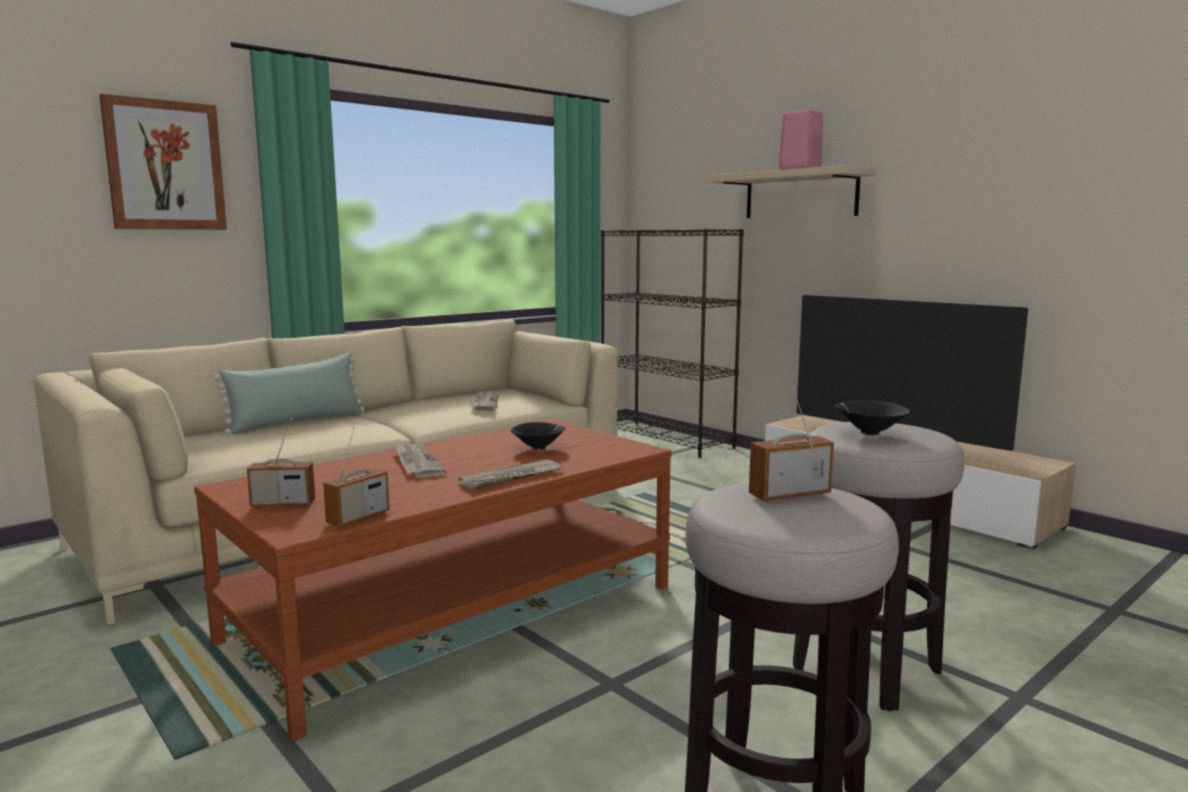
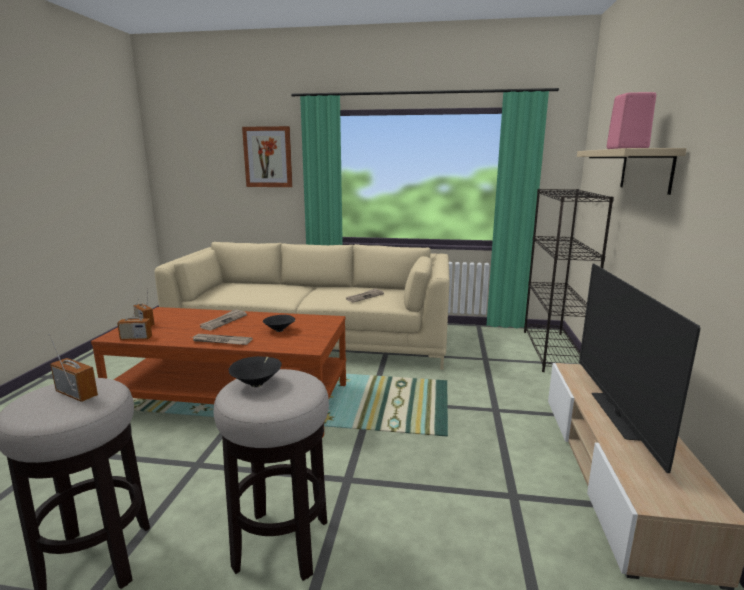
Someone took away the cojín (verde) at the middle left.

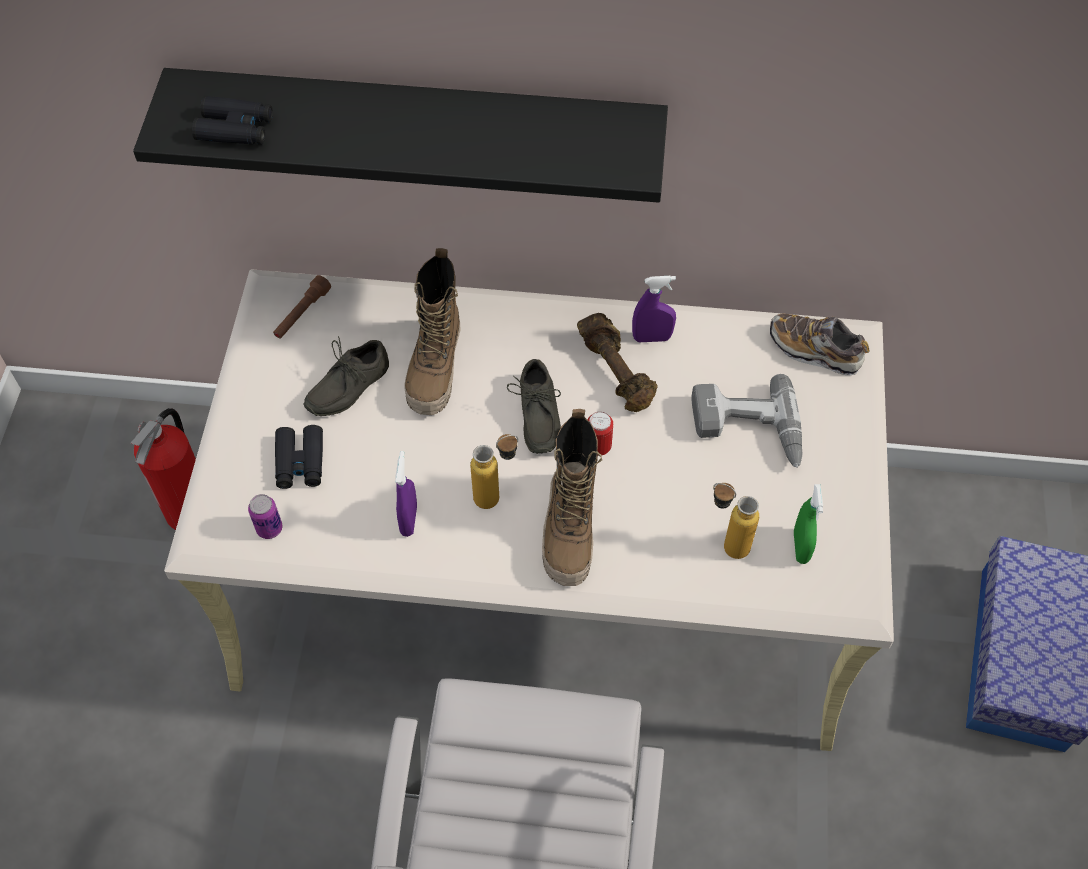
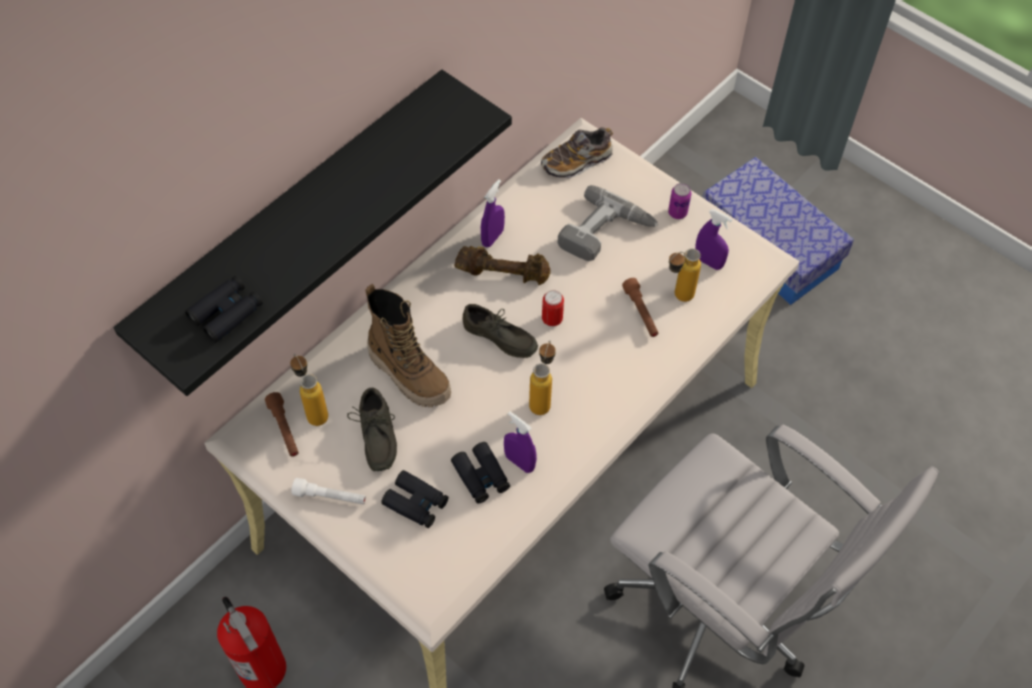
Someone carried the lata (1st from left in the first image) from the middle left to the top centre.
Someone took away the bota (2nd from left) at the centre.
Someone repainted the pulverizador (verde) at the middle right, which became the pulverizador (morado) (3rd from left) at the middle right.
Someone put down the botella (1st from left) at the middle left.
Someone put down the linterna (blanco) at the bottom left.
Someone put down the prismáticos (negro) (3rd from left) at the bottom centre.
Someone put down the linterna (marrón) (2nd from left) at the centre.

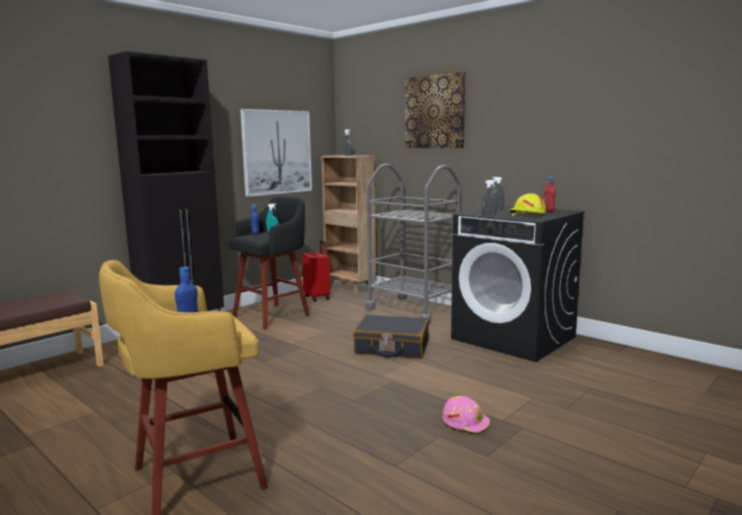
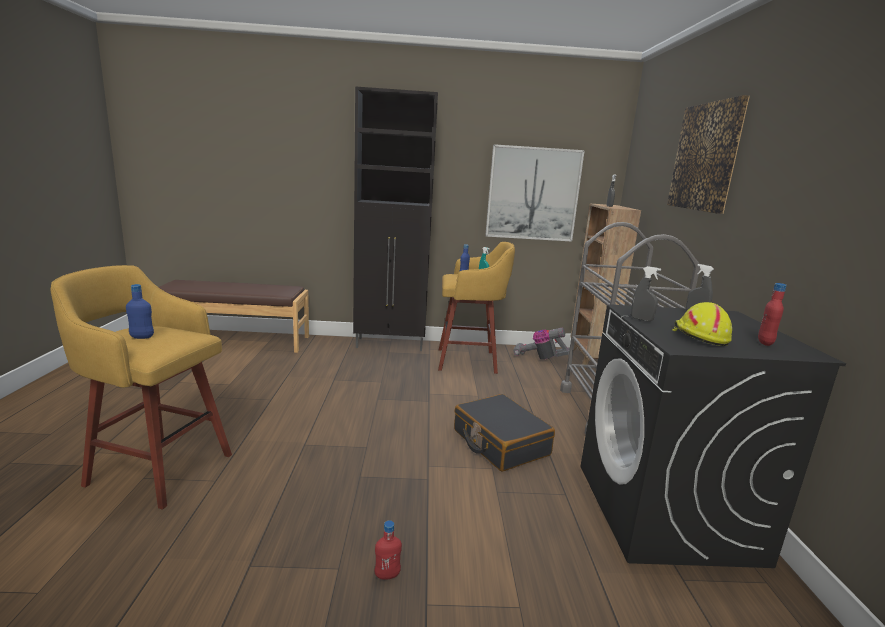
Someone repainted the taburete (negro) at the centre, which became the taburete (amarillo) (2nd from left) at the centre.
Someone swapped the maleta (rojo) at the centre for the aspiradora at the centre.
Someone swapped the casco (rosa) at the bottom centre for the botella (rojo) (1st from left) at the bottom centre.

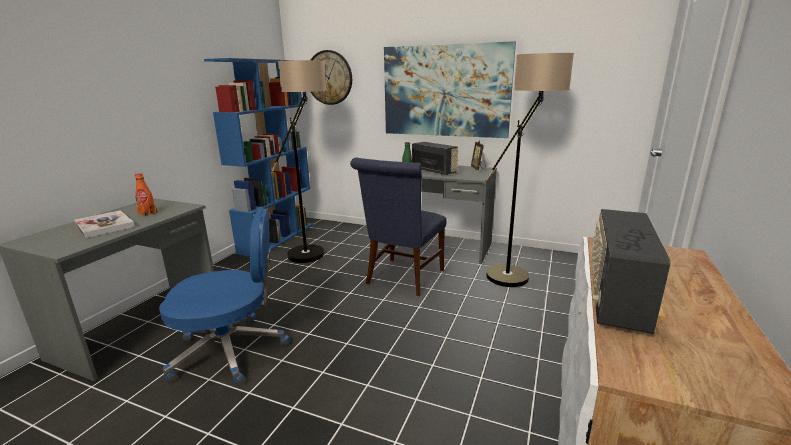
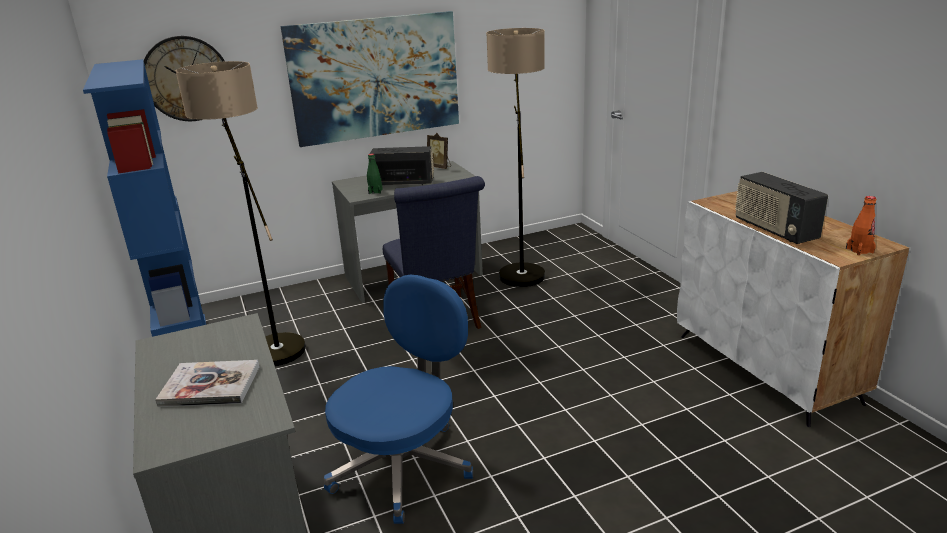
Someone carried the botella (naranja) from the middle left to the middle right.

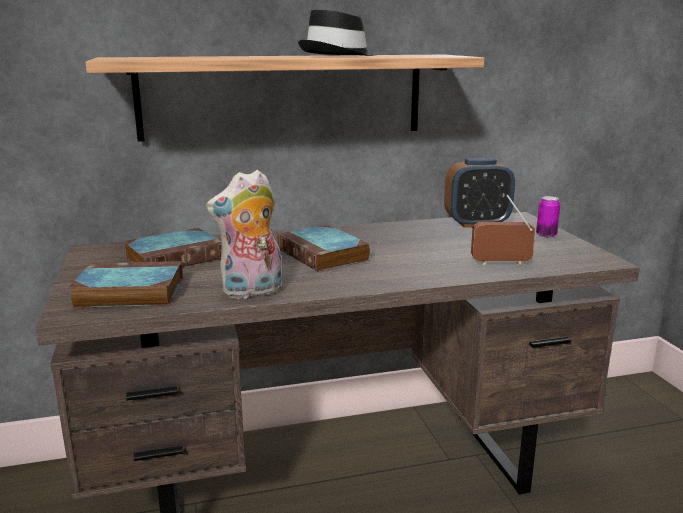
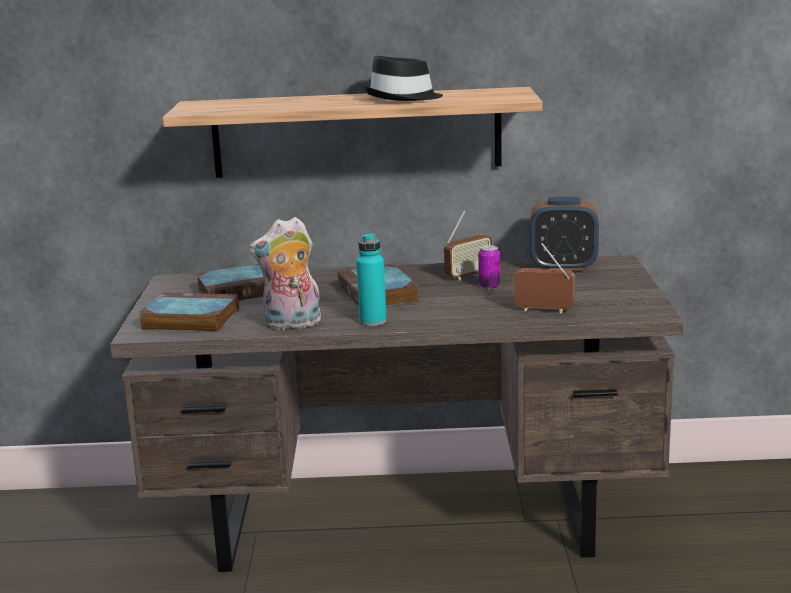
Someone carried the lata from the middle right to the centre.
Someone put down the botella (turquesa) at the centre.
Someone put down the radio (1st from left) at the centre.

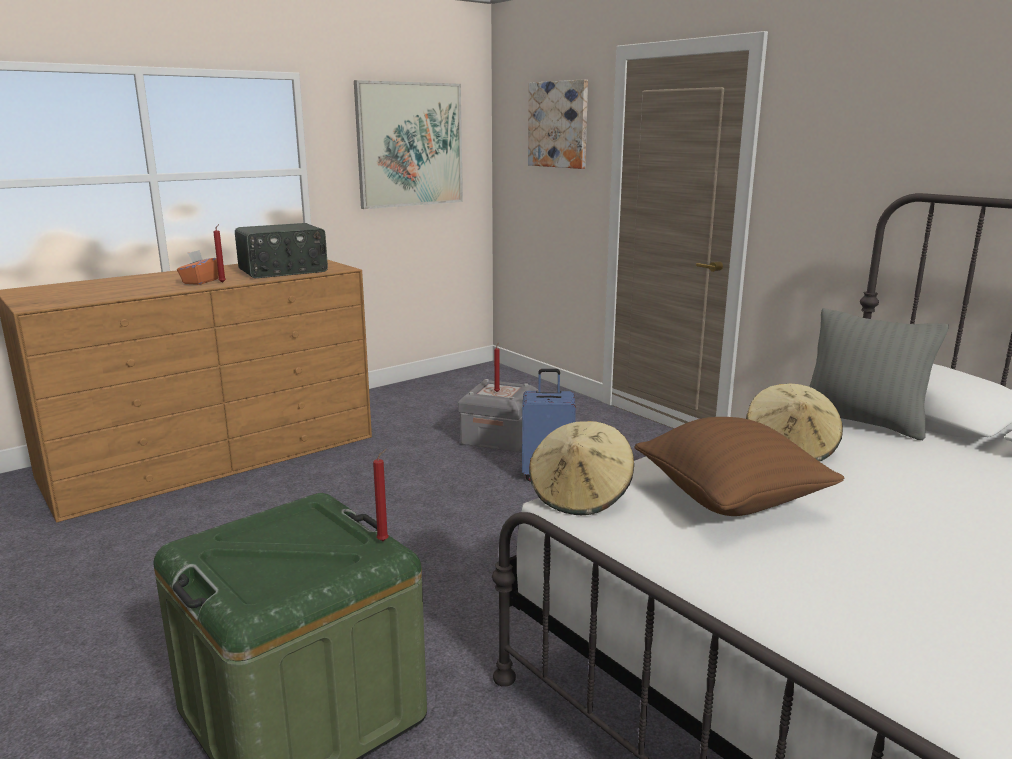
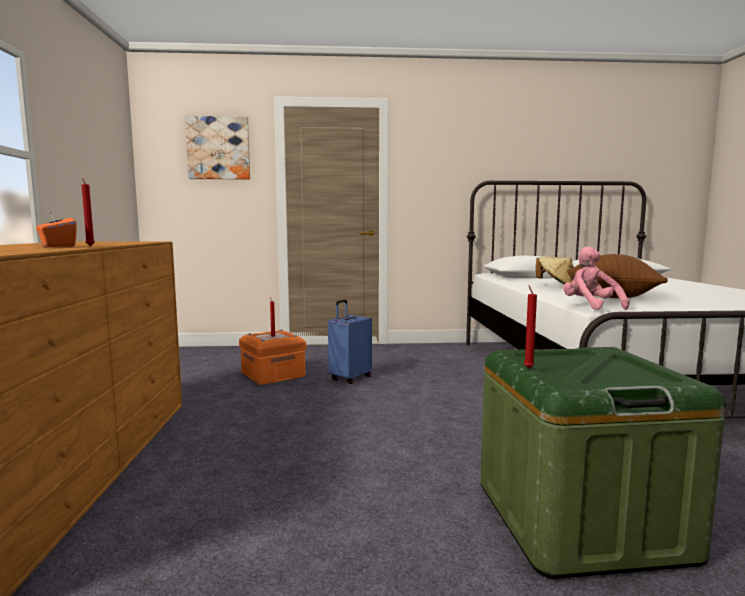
Someone took away the radio at the top left.
Someone took away the cuadro (1st from left) at the top centre.
Someone carried the vela (rojo) (2nd from left in the first image) from the centre to the middle right.
Someone repainted the caja de almacenaje (gris) at the centre, which became the caja de almacenaje (naranja) at the centre.
Someone swapped the sombrero (beis) (1st from left) at the centre for the peluche (rosa) at the middle right.
Someone took away the cojín (gris) at the middle right.

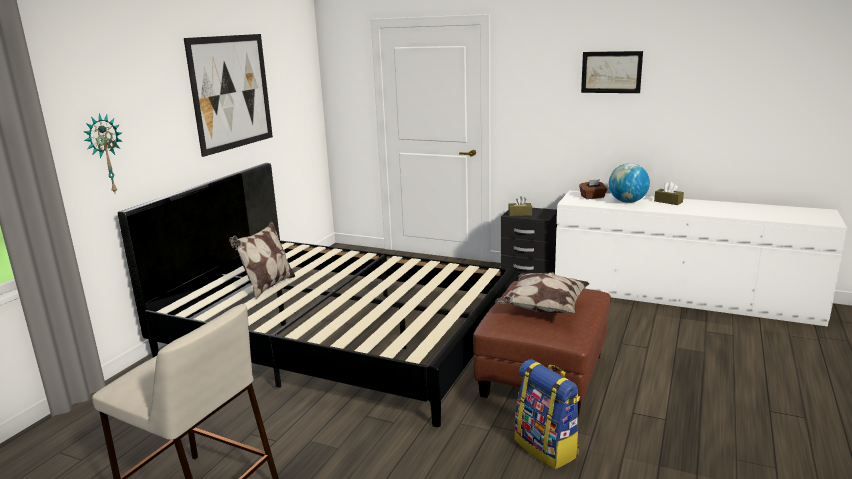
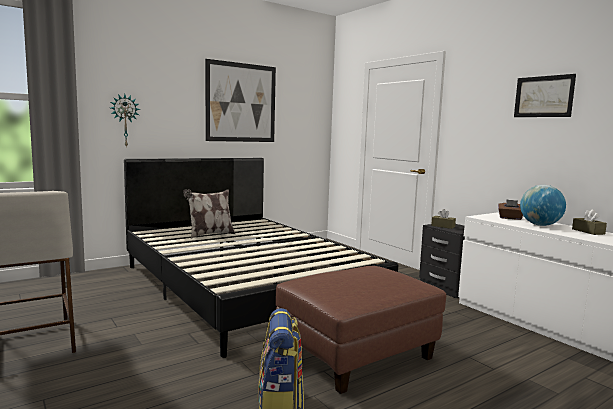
Someone took away the cojín (2nd from left) at the centre.

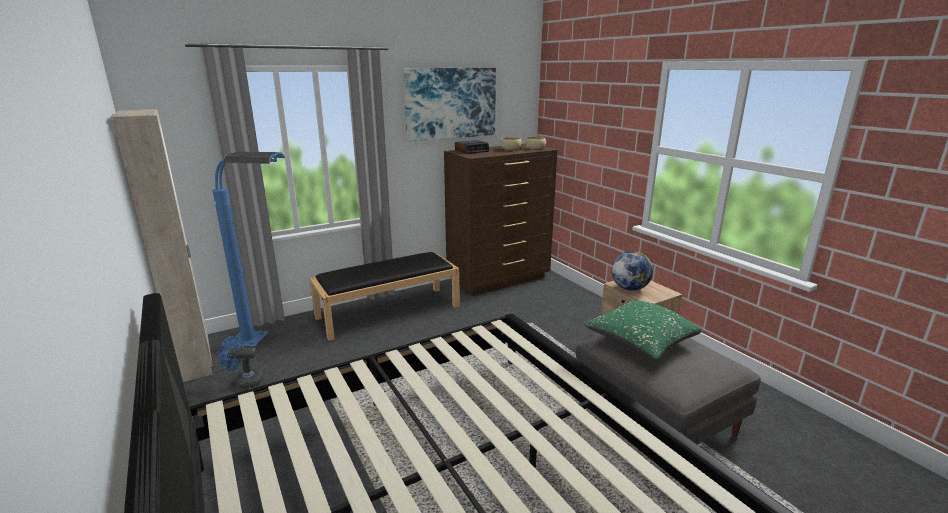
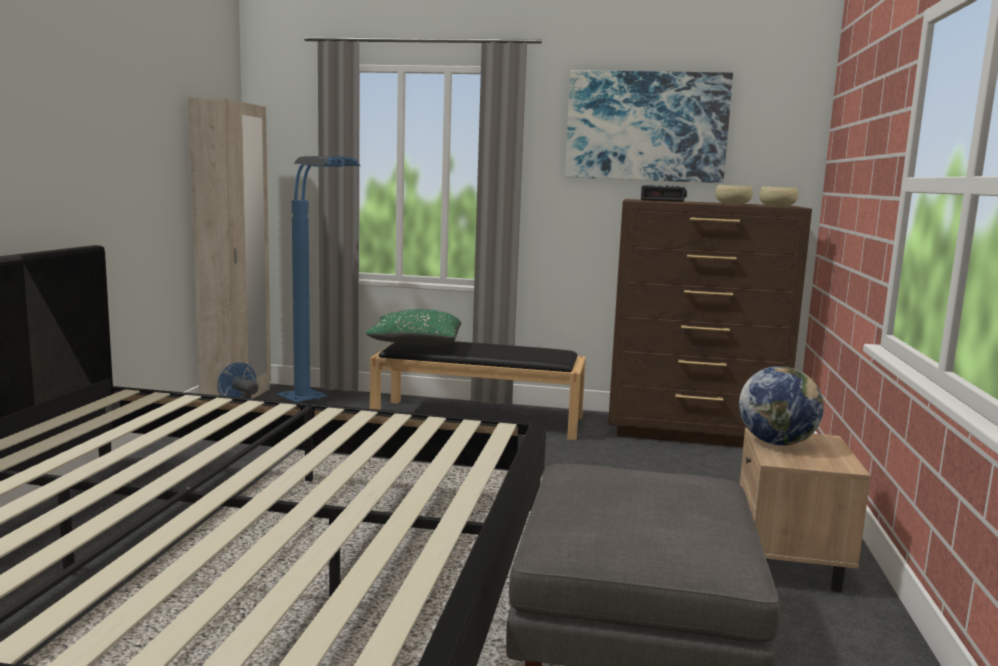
Someone carried the cojín (verde) from the middle right to the centre.

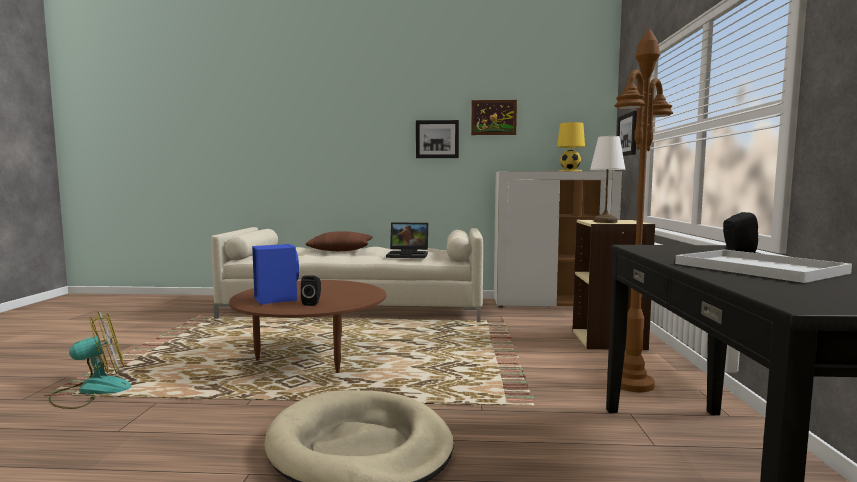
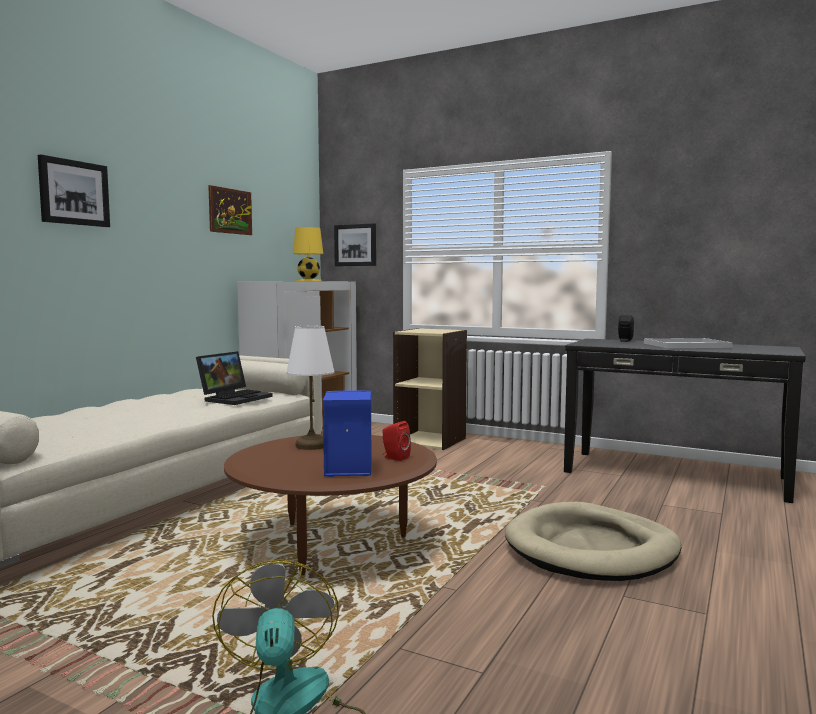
Someone repainted the altavoz (negro) (1st from left) at the centre, which became the altavoz (rojo) at the centre.
Someone took away the cojín (marrón) at the centre.
Someone carried the cuadro (1st from left) from the top centre to the top left.
Someone carried the lámpara de mesa (blanco) from the middle right to the centre.
Someone took away the lámpara de pie (marrón) at the middle right.

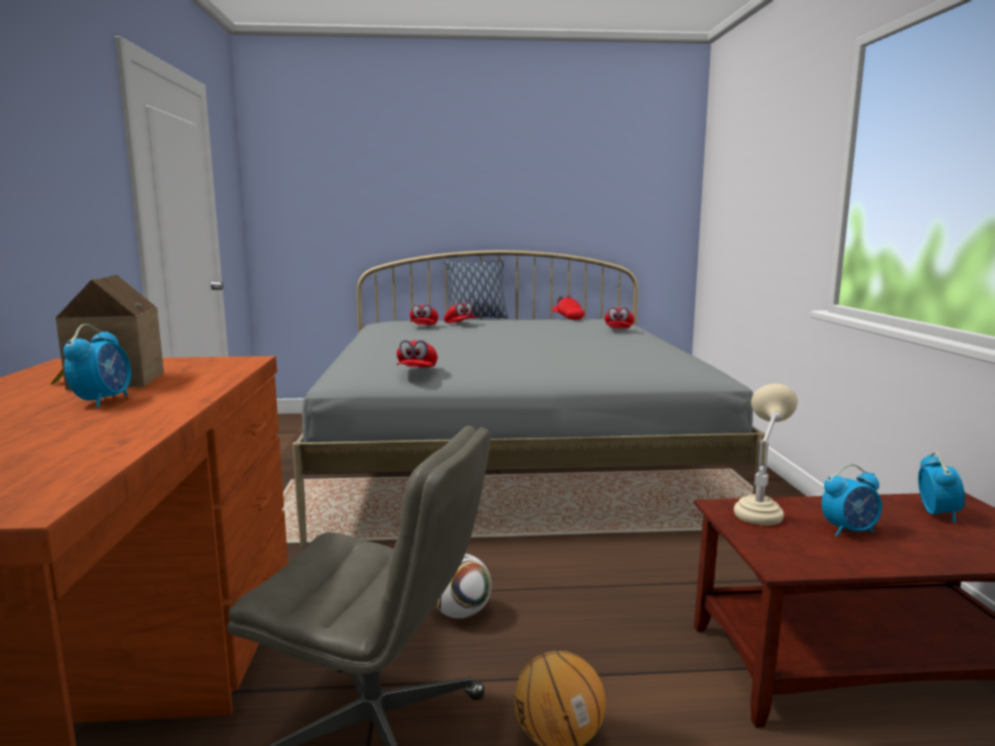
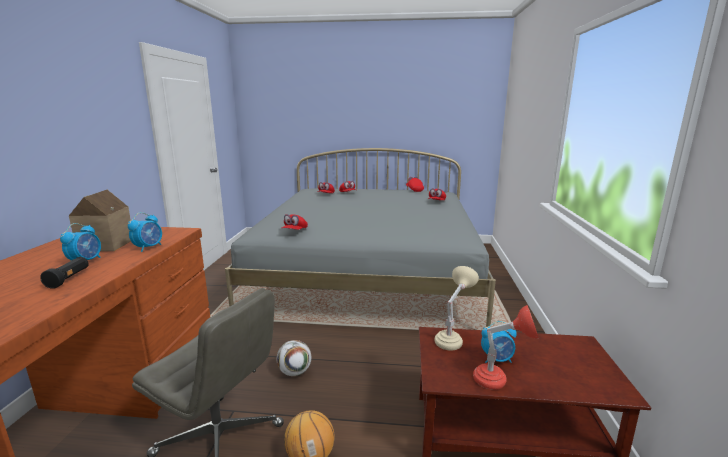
Someone took away the cojín at the centre.
Someone carried the despertador (3rd from left in the first image) from the middle right to the middle left.
Someone put down the linterna (negro) at the middle left.
Someone put down the lámpara de mesa (rojo) at the bottom right.

